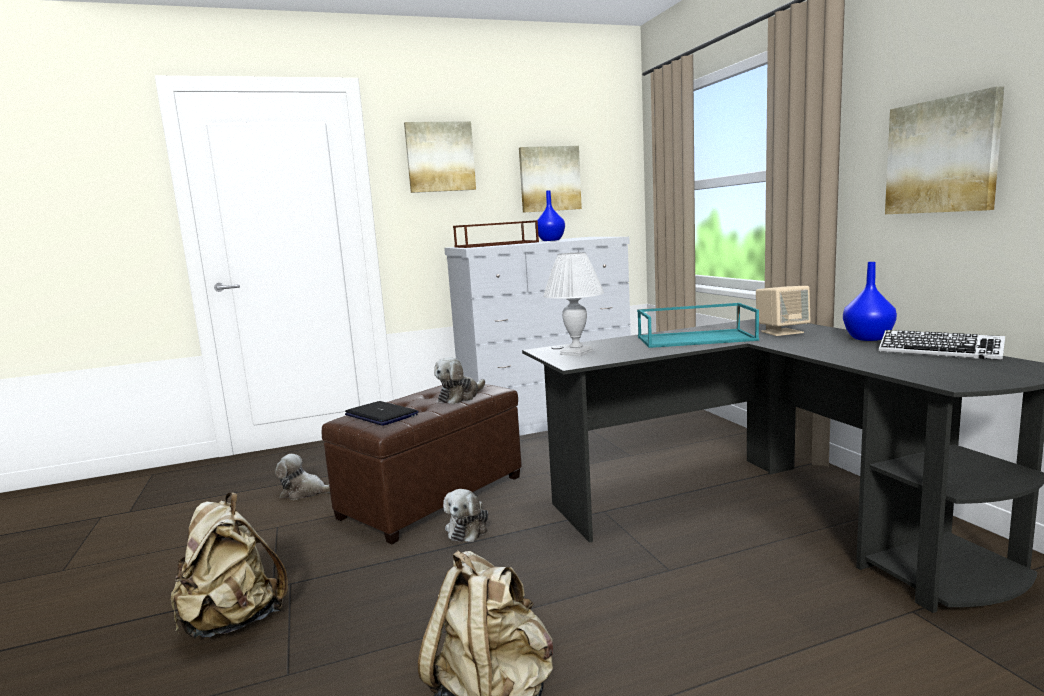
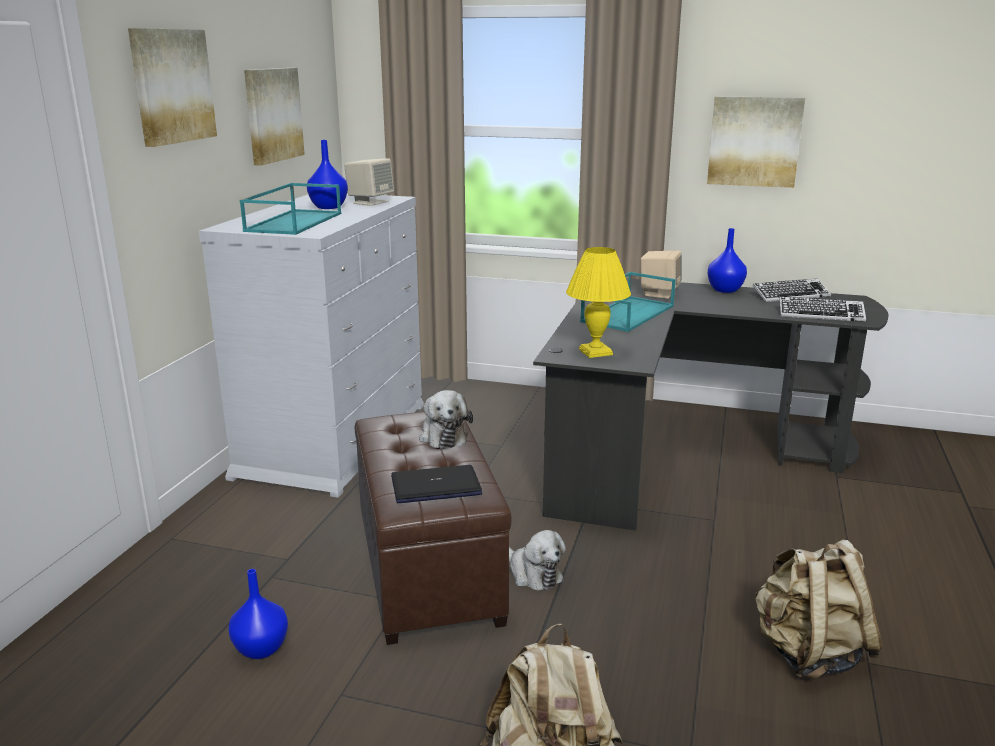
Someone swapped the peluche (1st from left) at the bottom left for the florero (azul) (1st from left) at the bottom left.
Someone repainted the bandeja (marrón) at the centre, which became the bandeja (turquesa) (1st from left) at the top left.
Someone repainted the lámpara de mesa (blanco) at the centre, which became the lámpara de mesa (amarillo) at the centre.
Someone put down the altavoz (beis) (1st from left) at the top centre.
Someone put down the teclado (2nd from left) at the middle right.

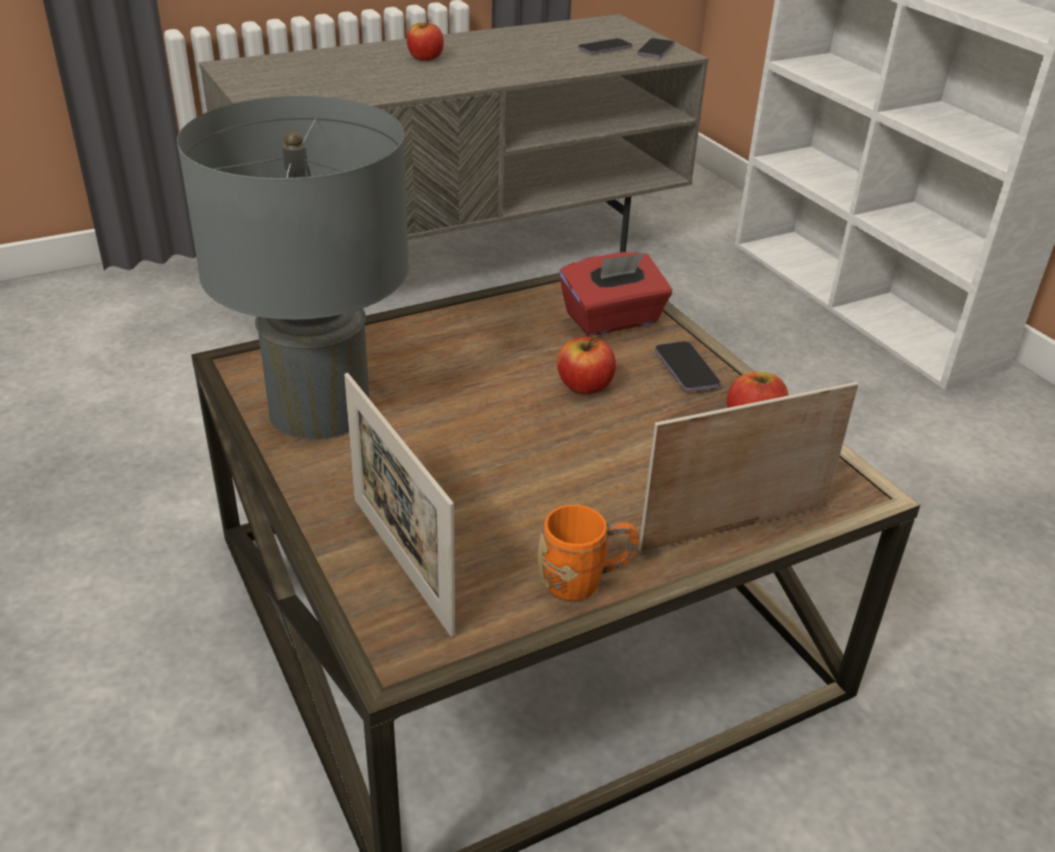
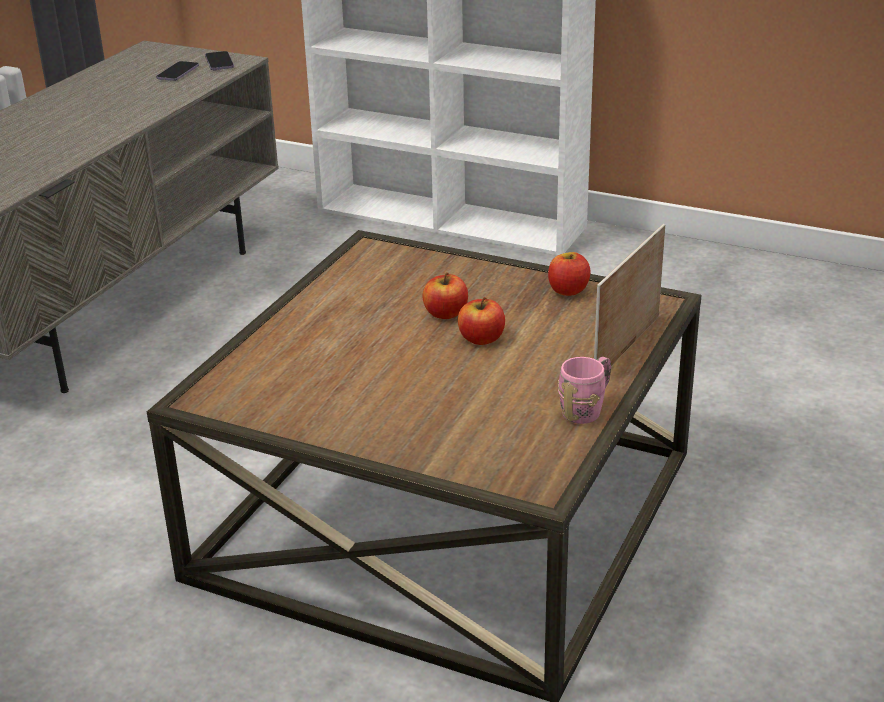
Someone took away the lámpara de mesa (gris) at the top left.
Someone took away the portarretratos (1st from left) at the centre.
Someone carried the manzana (1st from left in the first image) from the top centre to the centre.
Someone repainted the taza grande (naranja) at the centre, which became the taza grande (rosa) at the centre.
Someone took away the caja de pañuelos (rojo) at the centre.
Someone took away the móvil (3rd from left) at the centre.

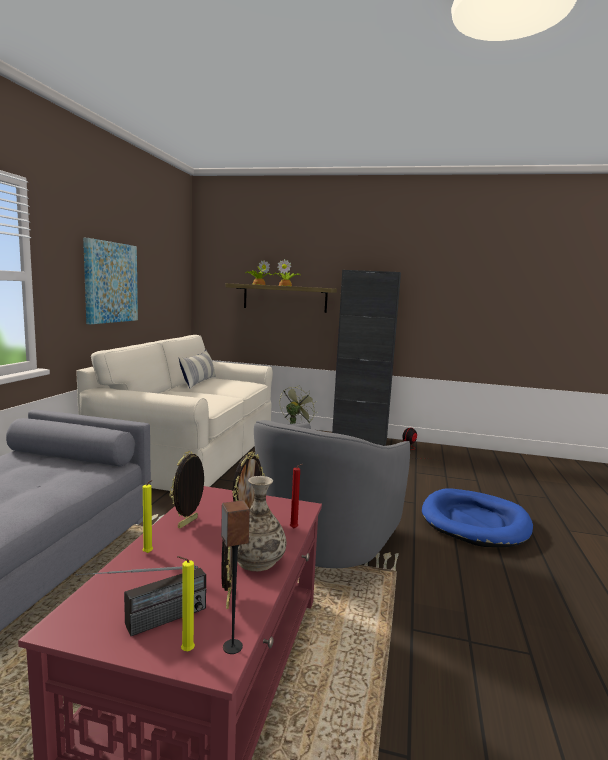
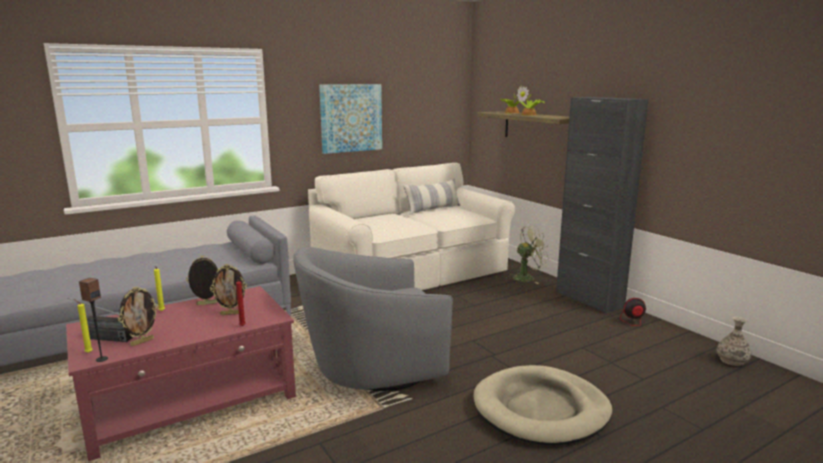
Someone carried the florero from the bottom centre to the bottom right.
Someone repainted the cama para perro (azul) at the bottom right, which became the cama para perro (beis) at the bottom centre.

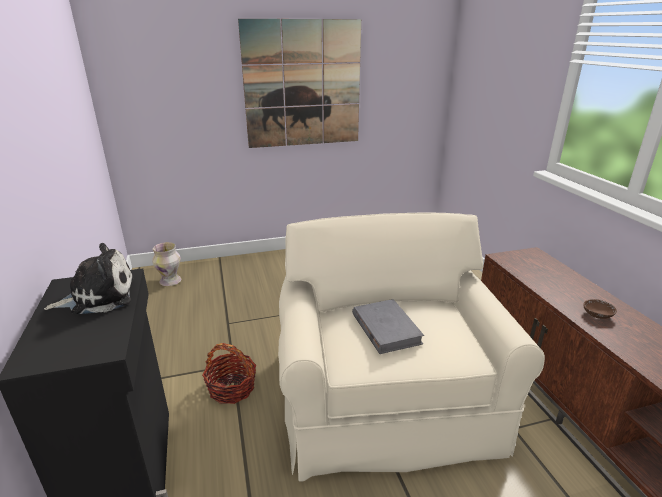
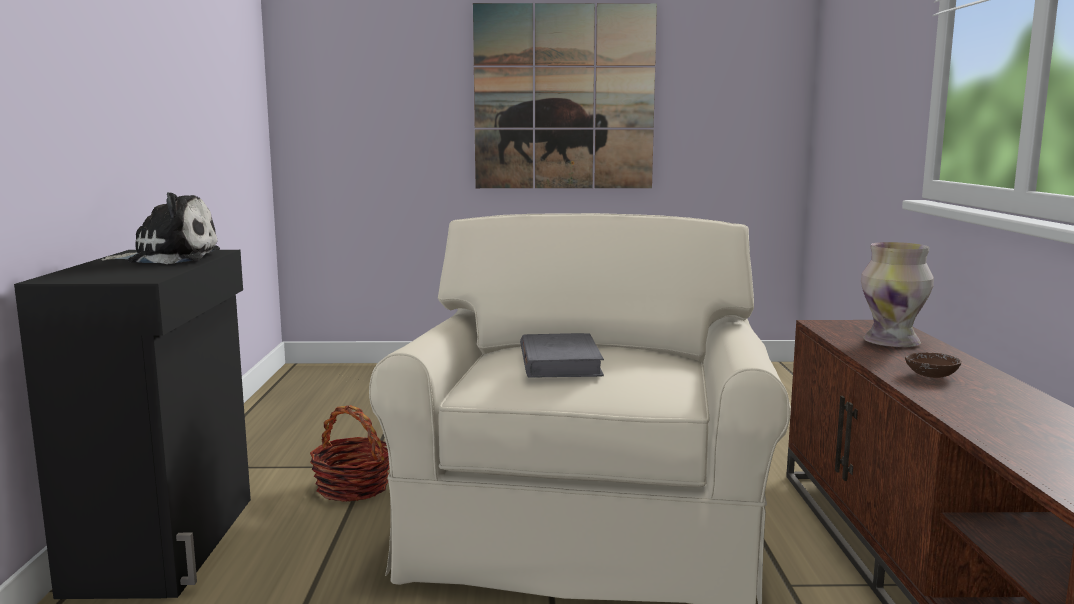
Someone carried the florero from the middle left to the middle right.

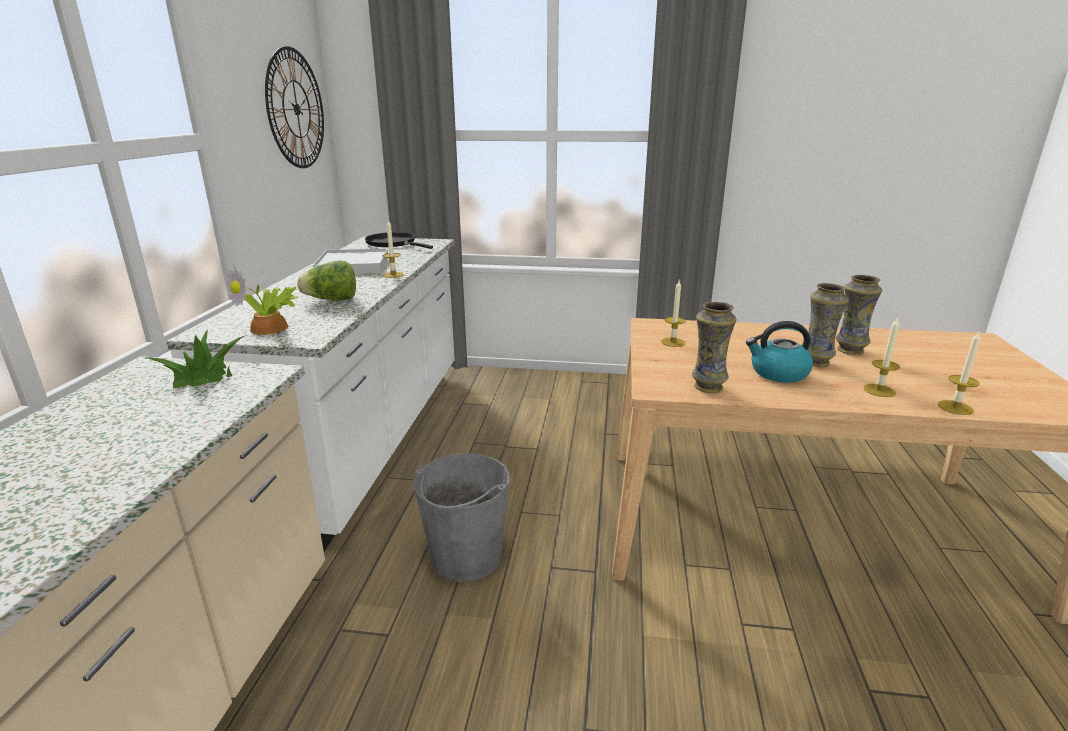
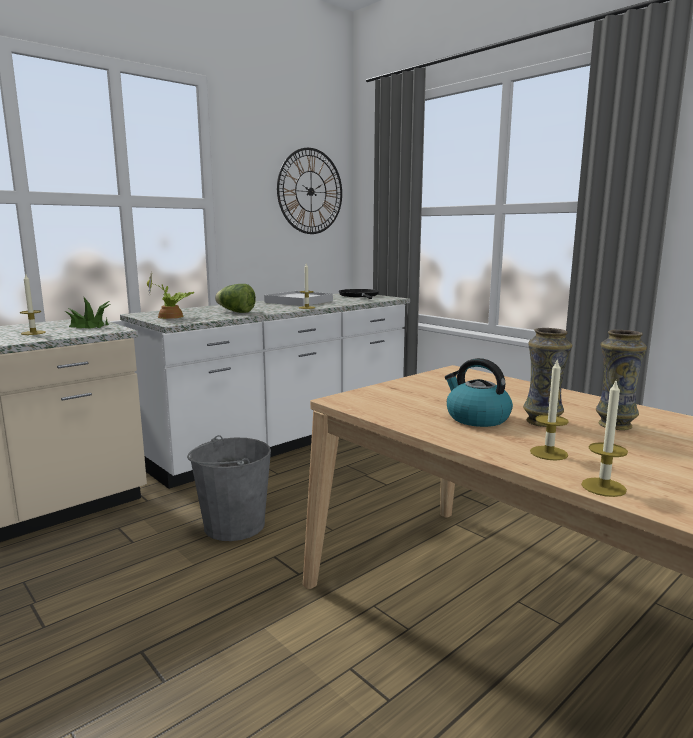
Someone carried the vela (2nd from left in the first image) from the centre to the middle left.
Someone took away the florero (1st from left) at the middle right.

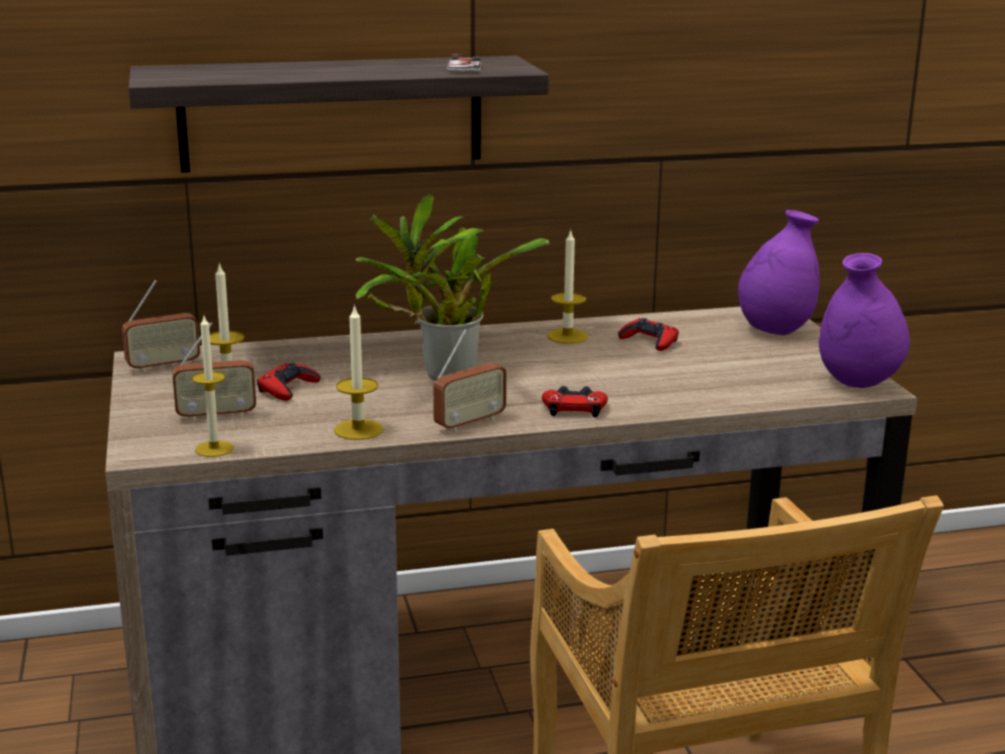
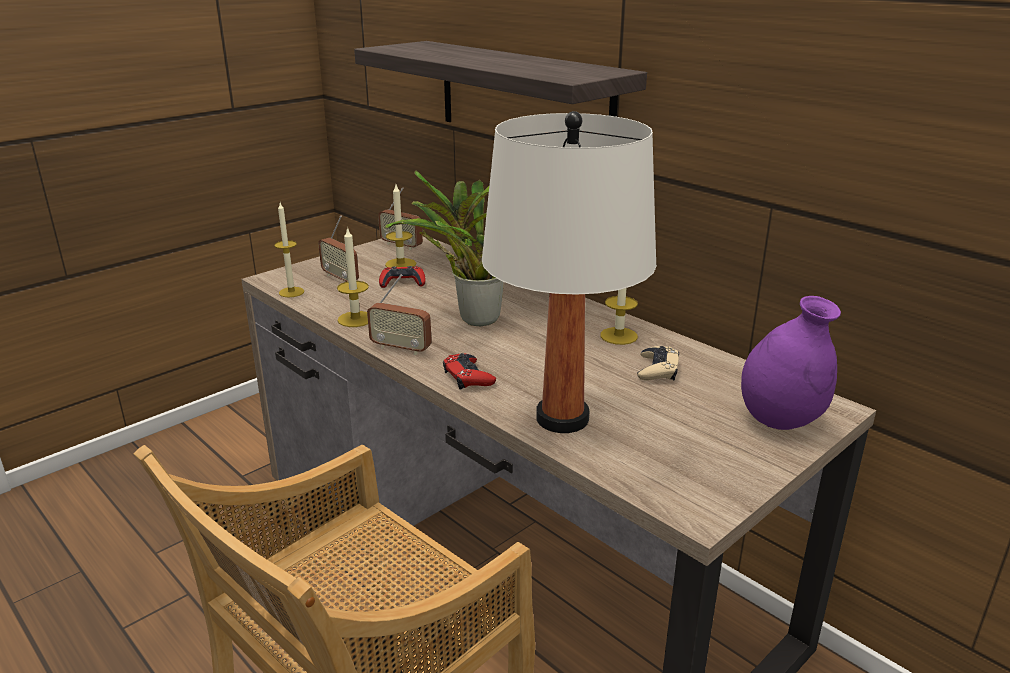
Someone took away the móvil at the top centre.
Someone repainted the mando de consola (rojo) (3rd from left) at the centre, which became the mando de consola (beis) at the centre.
Someone took away the florero (morado) (2nd from left) at the middle right.
Someone put down the lámpara de mesa (blanco) at the centre.

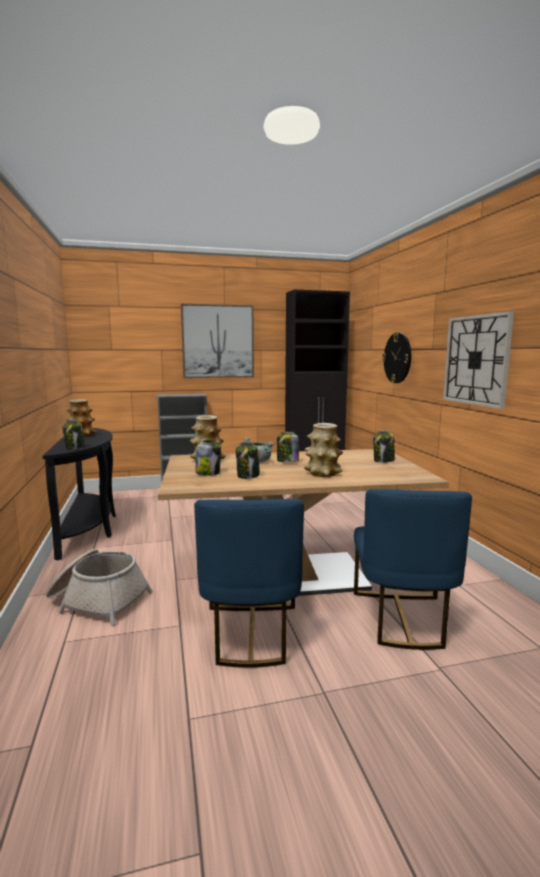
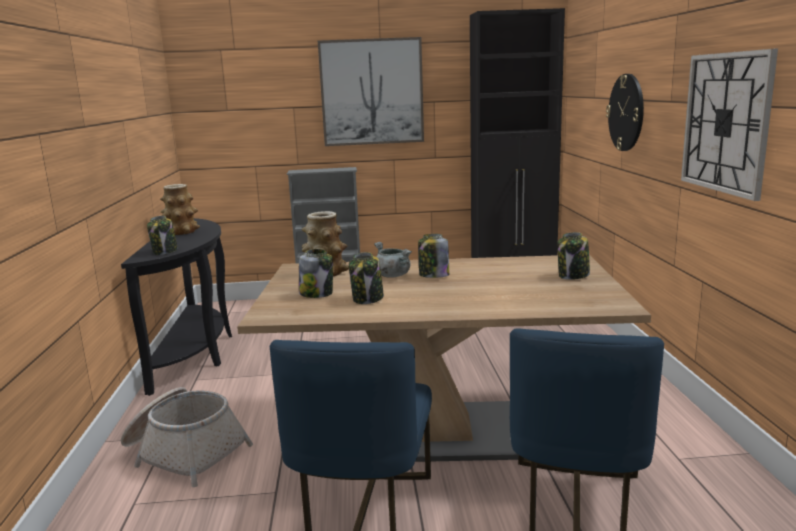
Someone took away the florero (3rd from left) at the centre.

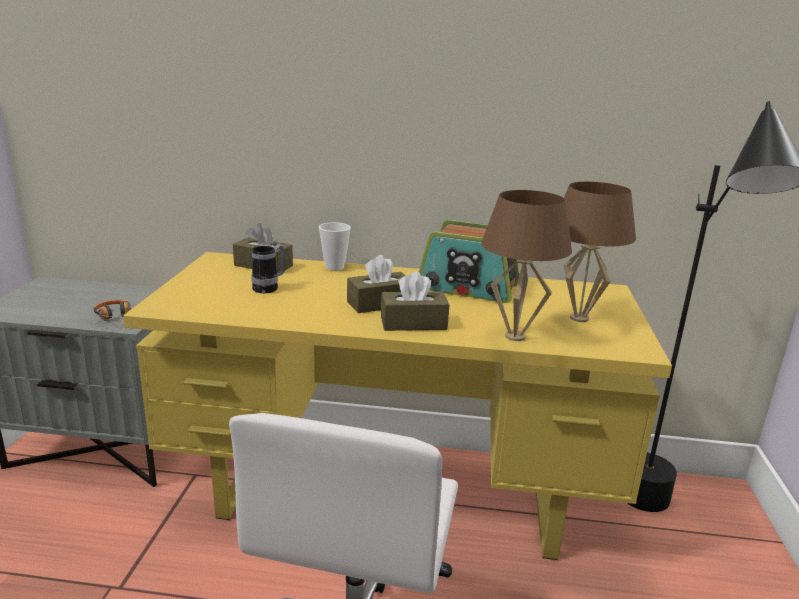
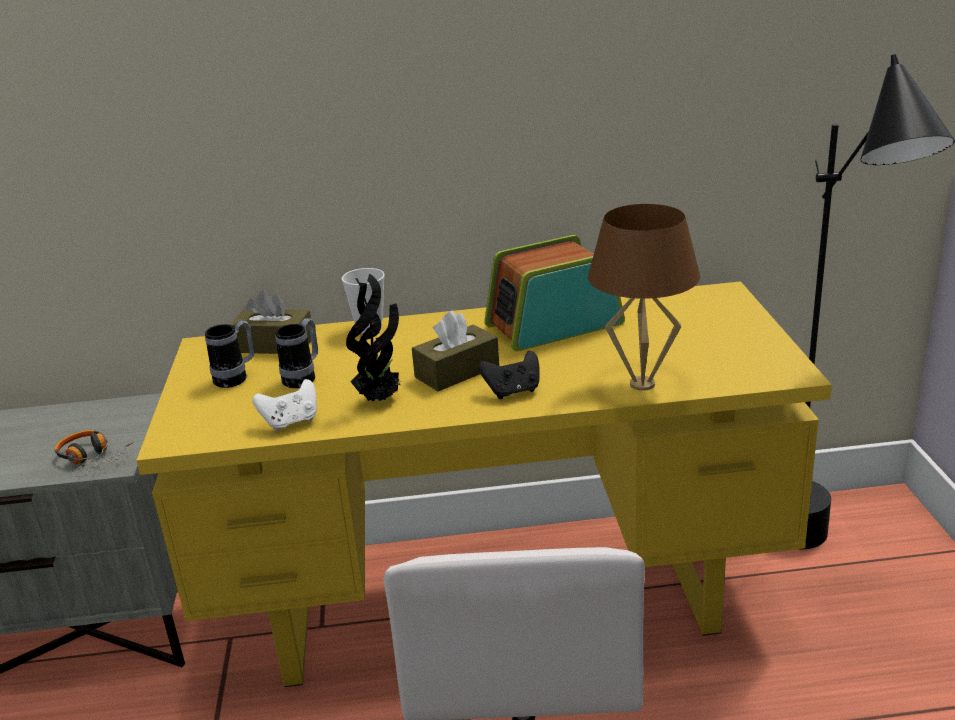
Someone swapped the caja de pañuelos (marrón) (3rd from left) at the centre for the mando de consola (negro) at the centre.
Someone rotated the radio at the centre by 150 degrees clockwise.
Someone took away the lámpara de mesa (marrón) (2nd from left) at the middle right.
Someone put down the taza grande (1st from left) at the middle left.
Someone put down the mando de consola (blanco) at the middle left.
Someone put down the planta en maceta at the centre.

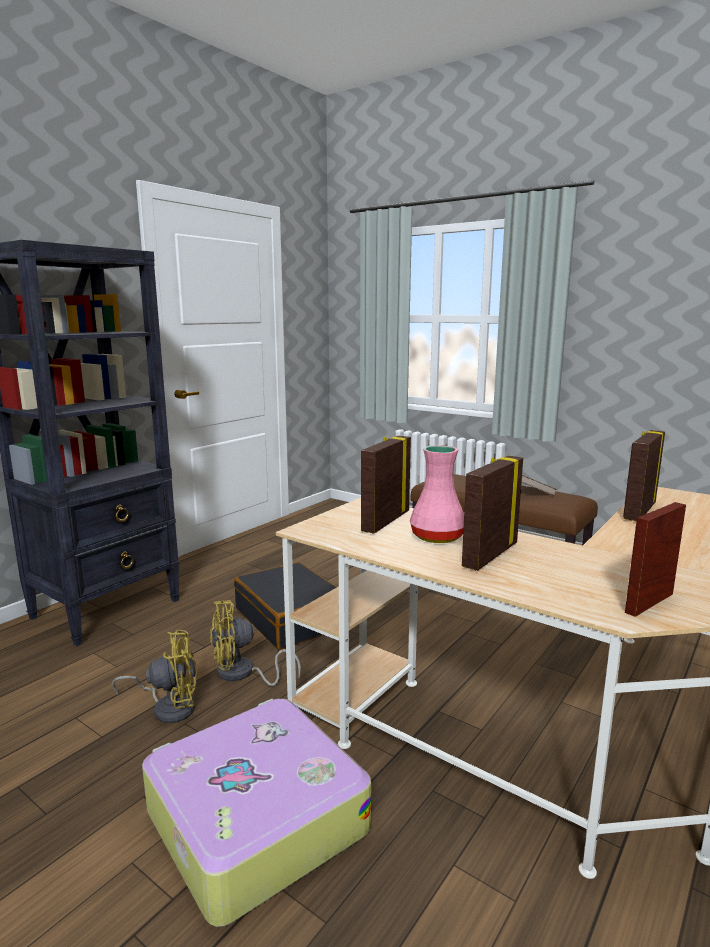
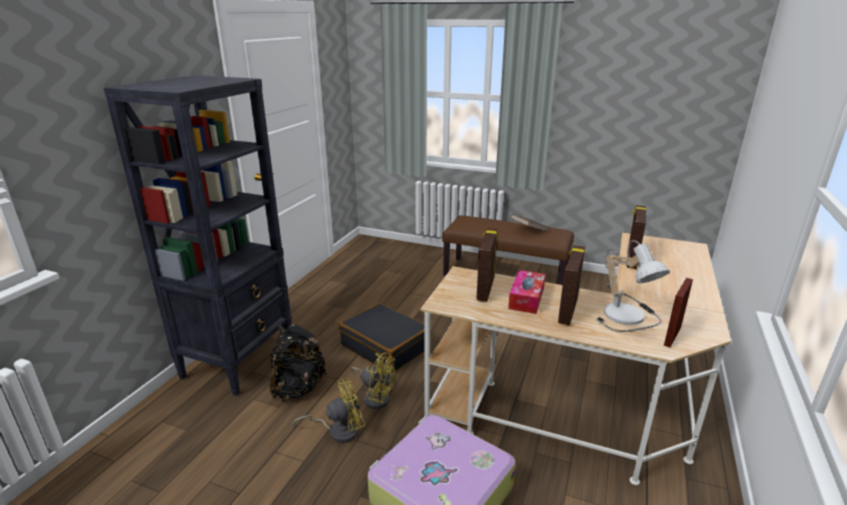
Someone rotated the ventilador (amarillo) (2nd from left) at the bottom centre by 120 degrees counterclockwise.
Someone swapped the florero (rosa) at the centre for the caja de pañuelos at the centre.
Someone put down the mochila (negro) at the bottom centre.
Someone put down the lámpara de mesa at the middle right.

